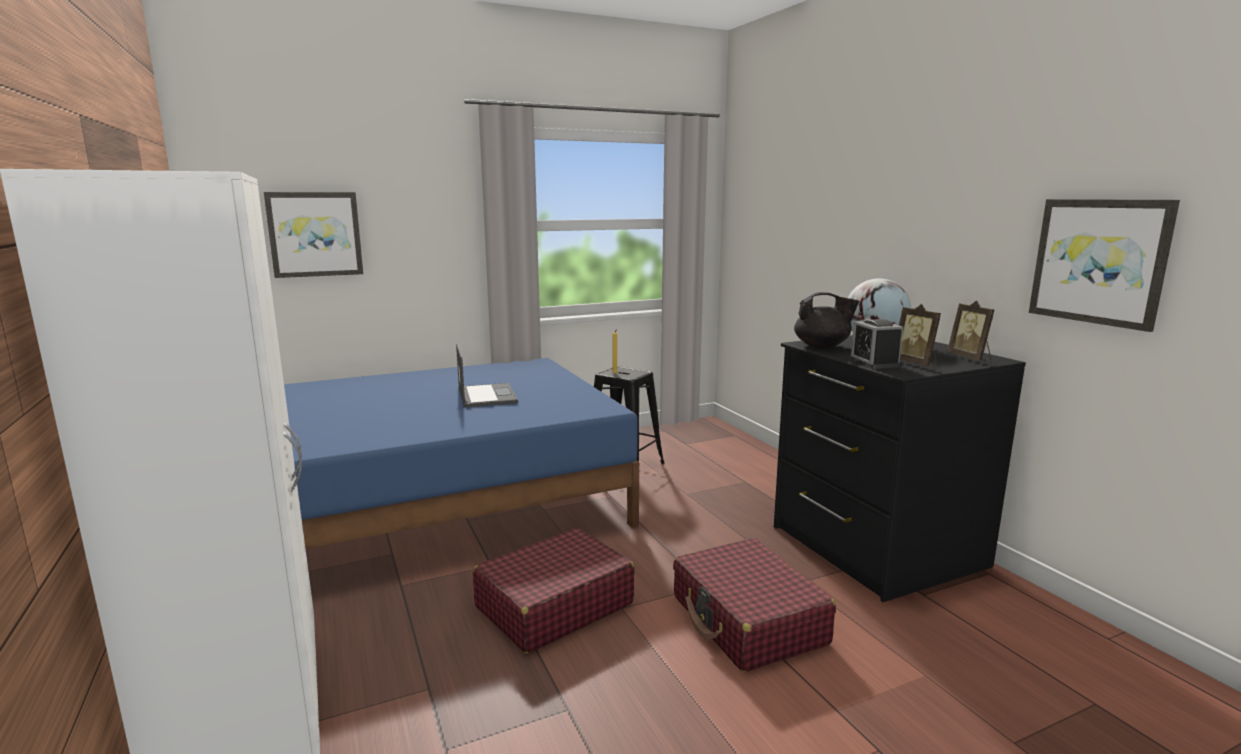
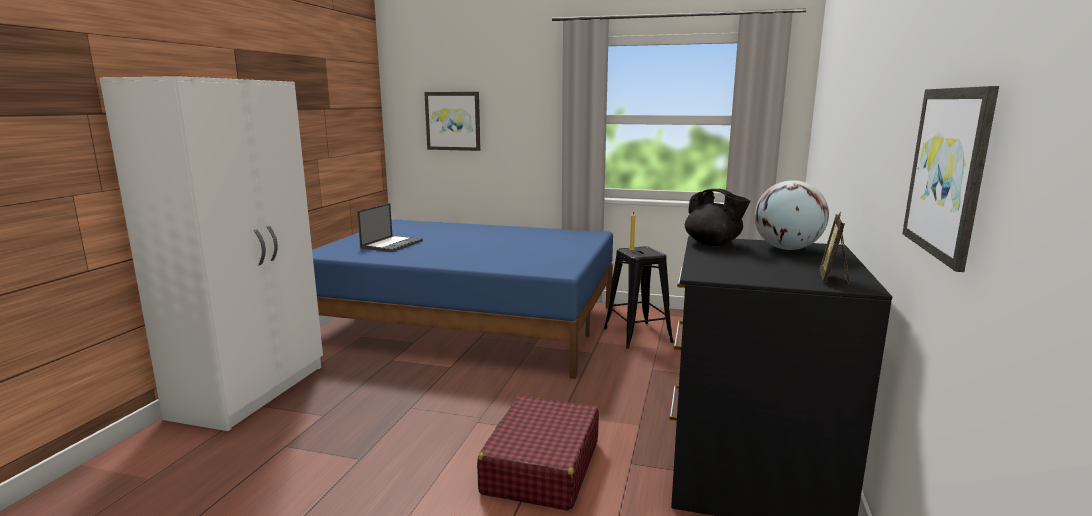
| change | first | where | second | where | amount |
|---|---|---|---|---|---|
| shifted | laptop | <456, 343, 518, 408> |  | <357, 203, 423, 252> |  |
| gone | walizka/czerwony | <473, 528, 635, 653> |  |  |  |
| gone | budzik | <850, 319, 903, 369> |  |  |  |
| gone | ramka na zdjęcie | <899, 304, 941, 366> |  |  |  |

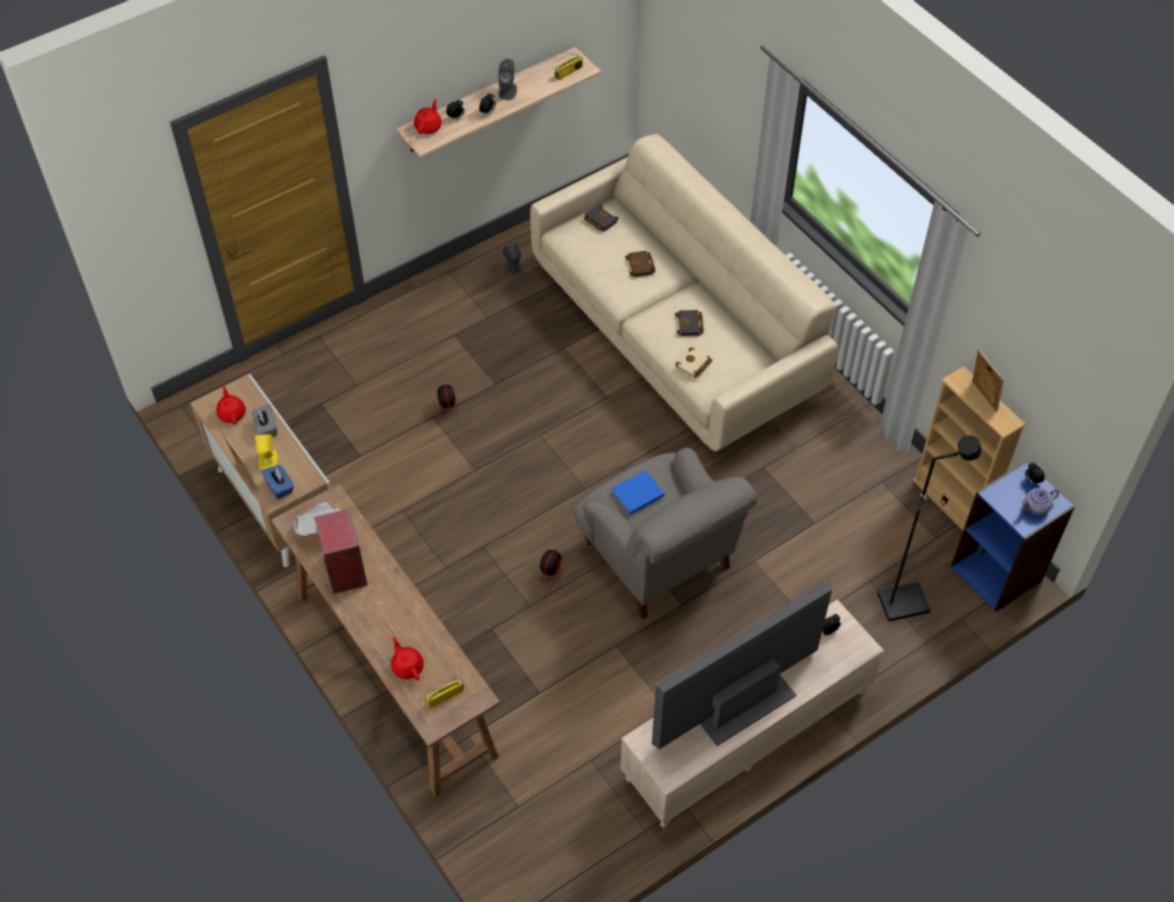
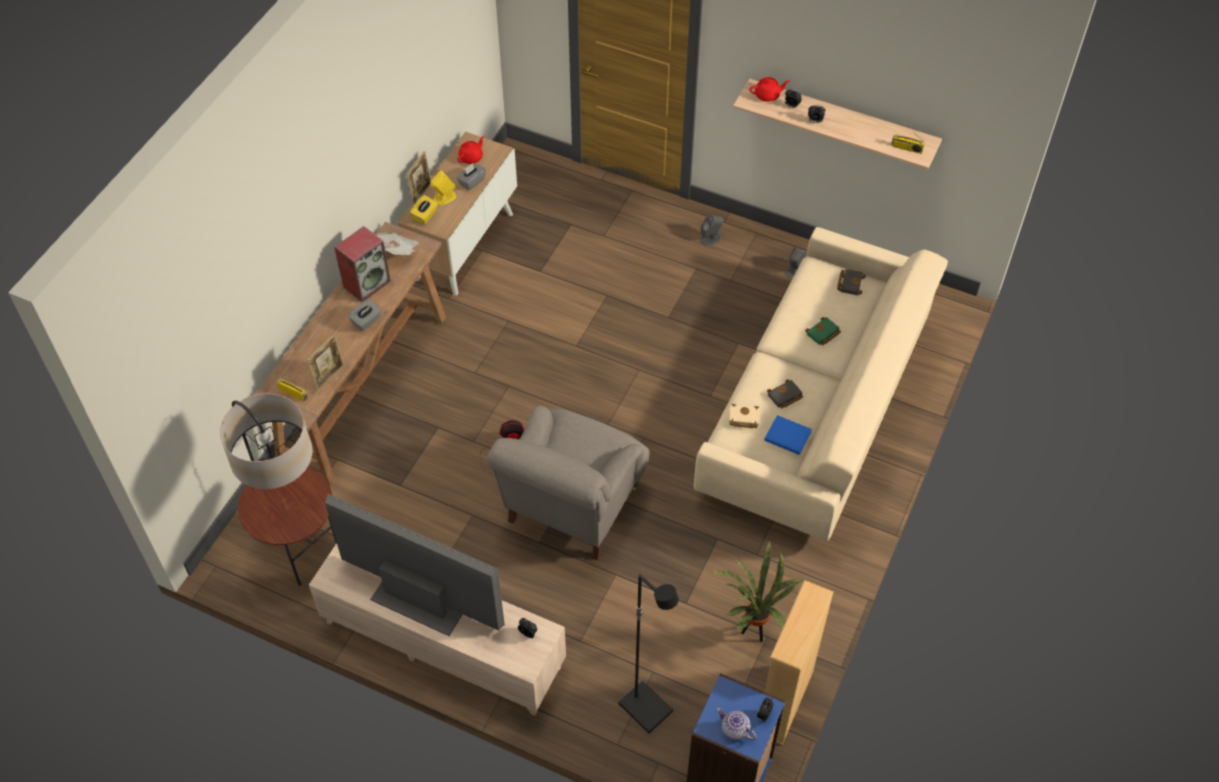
| change | first | where | second | where | amount |
|---|---|---|---|---|---|
| new |  |  | lampa stojąca | <220, 393, 337, 586> |  |
| shifted | ramka na zdjęcie | <972, 349, 1004, 412> |  | <307, 334, 344, 390> |  |
| new |  |  | pudełko chusteczek/szary | <348, 299, 381, 331> |  |
| repainted | pudełko chusteczek/niebieski | <261, 465, 294, 499> | pudełko chusteczek/żółty | <410, 195, 438, 225> |  |
| shifted | głośnik/szary | <498, 59, 517, 100> |  | <700, 214, 724, 246> |  |
| new |  |  | roślina doniczkowa | <708, 540, 804, 642> |  |
| shifted | książka/niebieski | <611, 470, 664, 515> |  | <764, 415, 812, 455> |  |
| repainted | książka/brązowy | <625, 251, 656, 277> | książka/zielony | <805, 317, 841, 345> |  |
| gone | imbryk/czerwony | <391, 636, 424, 680> |  |  |  |
| gone | wentylator | <437, 384, 504, 433> |  |  |  |

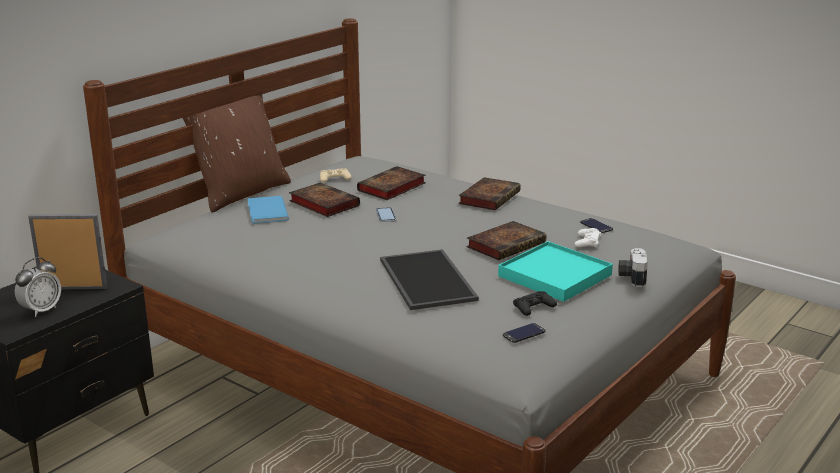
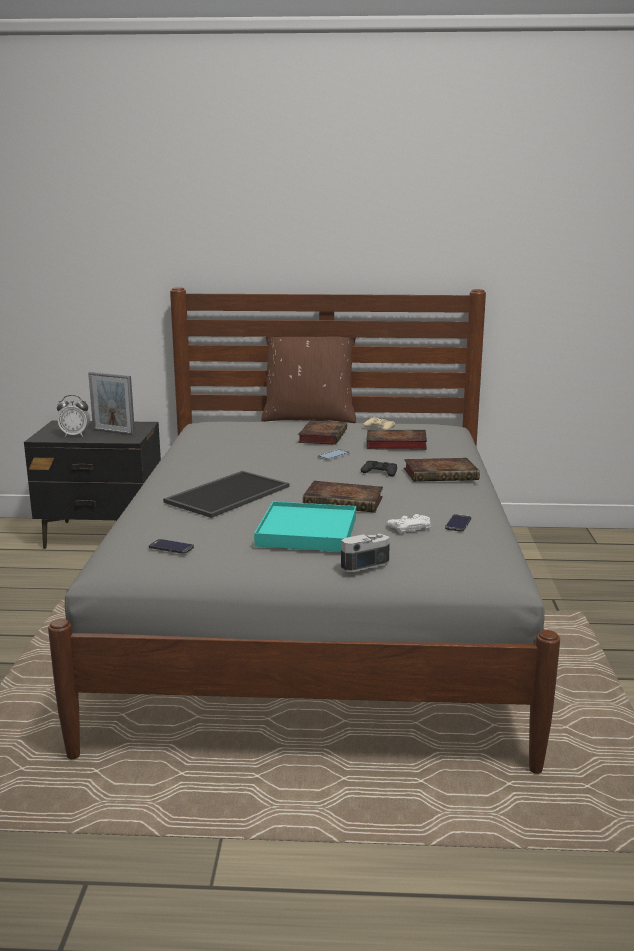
| change | first | where | second | where | amount |
|---|---|---|---|---|---|
| rotated | ramka na zdjęcie | <28, 214, 107, 290> |  | <88, 372, 135, 436> | 150 degrees clockwise |
| shifted | pad do gier/czarny | <513, 291, 557, 316> |  | <361, 461, 397, 477> |  |
| gone | książka/niebieski | <247, 196, 289, 224> |  |  |  |

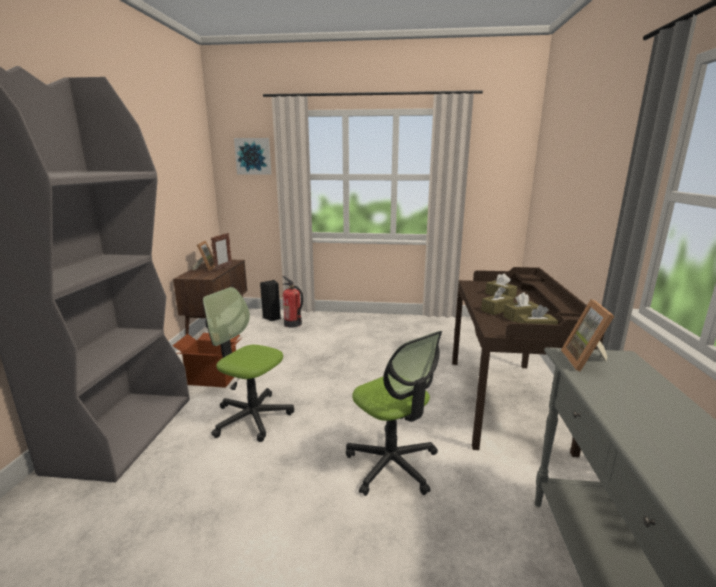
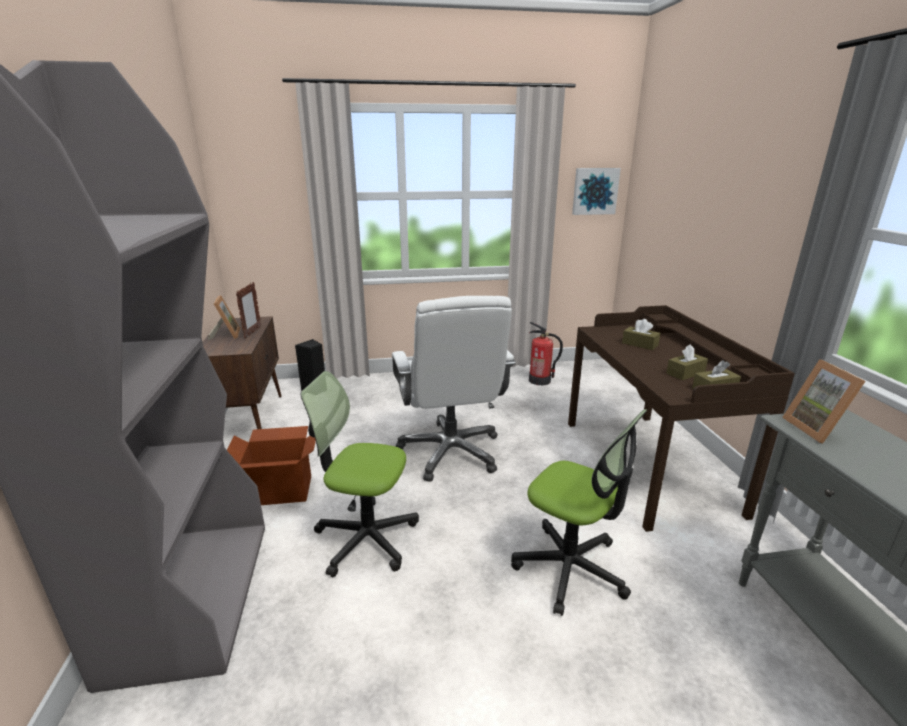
| change | first | where | second | where | amount |
|---|---|---|---|---|---|
| new |  |  | krzesło biurowe/biały | <392, 296, 516, 482> |  |
| shifted | gaśnica | <282, 276, 303, 328> |  | <529, 322, 563, 385> |  |
| shifted | obraz | <234, 138, 271, 175> |  | <572, 168, 621, 215> |  |
| gone | pudełko chusteczek/brązowy | <481, 286, 514, 315> |  |  |  |

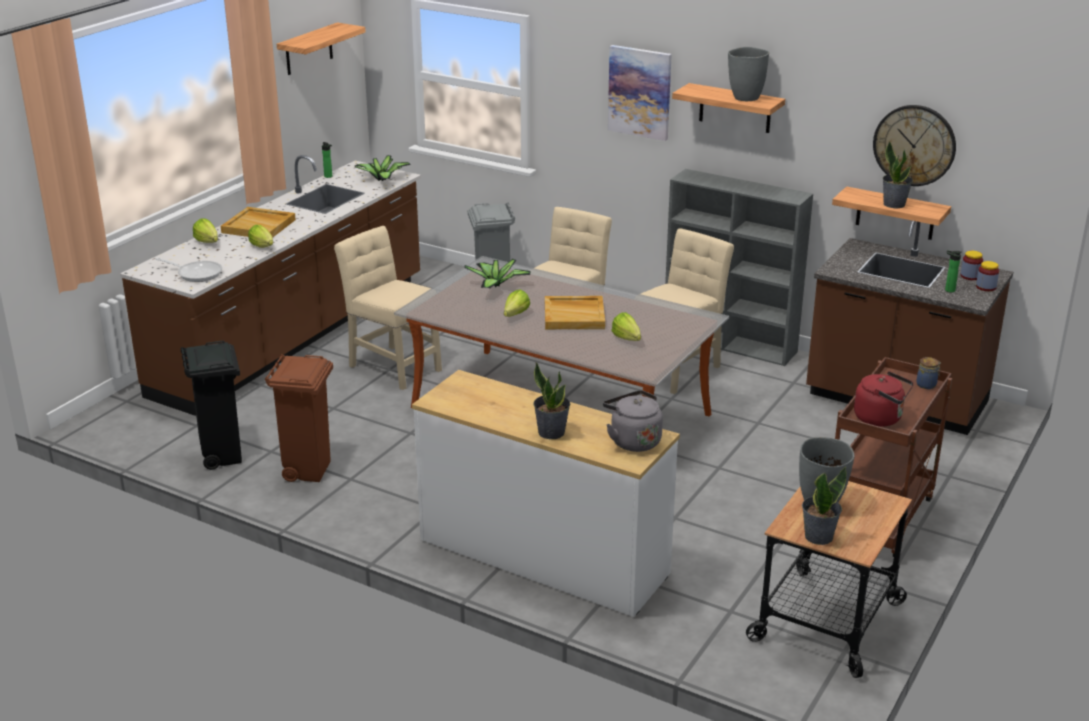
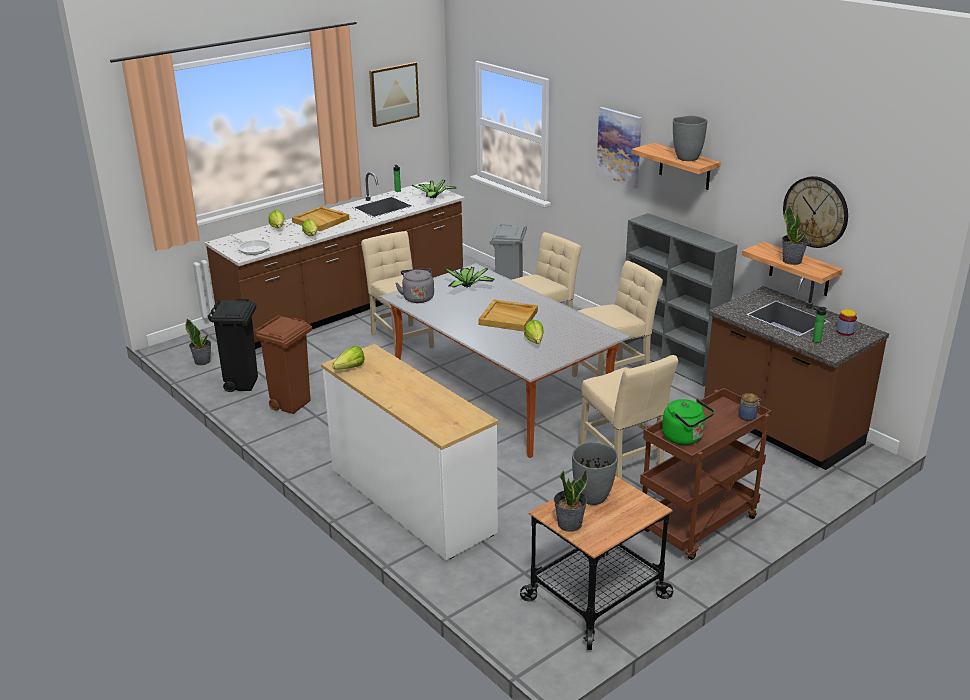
| change | first | where | second | where | amount |
|---|---|---|---|---|---|
| shifted | roślina doniczkowa | <533, 363, 570, 439> |  | <185, 319, 211, 365> |  |
| shifted | sałata | <504, 289, 530, 317> |  | <332, 346, 365, 370> |  |
| swapped | półka | <277, 22, 366, 75> | obraz | <369, 62, 420, 127> |  |
| shifted | czajnik/szary | <603, 390, 663, 452> |  | <396, 268, 434, 303> |  |
| new |  |  | krzesło/beżowy | <579, 355, 678, 479> |  |
| repainted | czajnik/czerwony | <854, 371, 914, 427> | czajnik/zielony | <662, 399, 715, 445> |  |
| gone | słoik | <976, 261, 999, 291> |  |  |  |

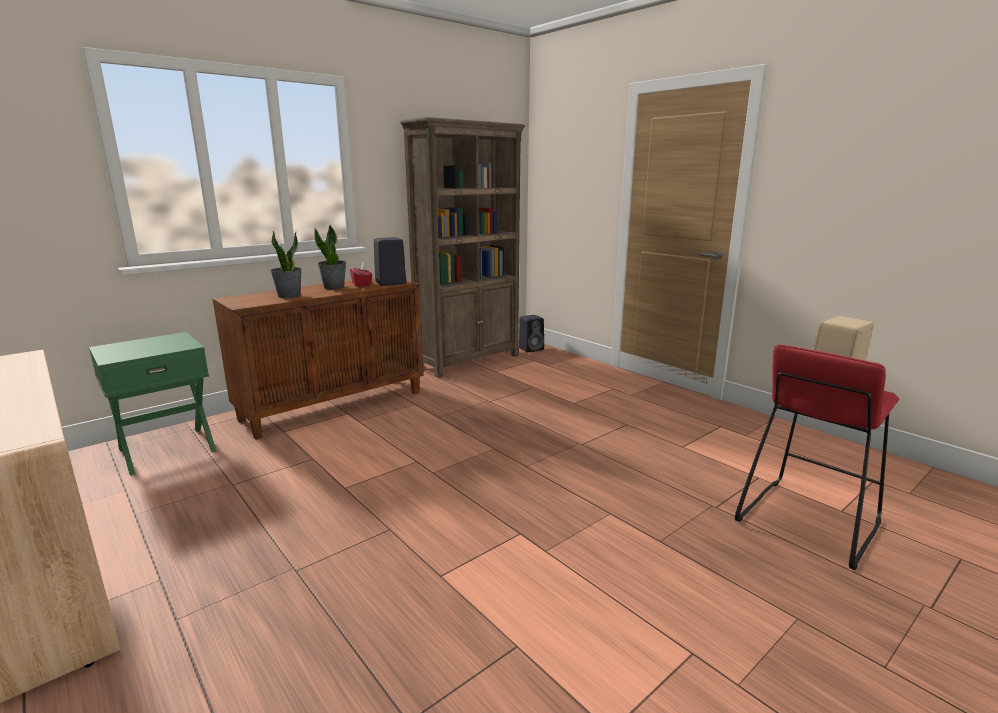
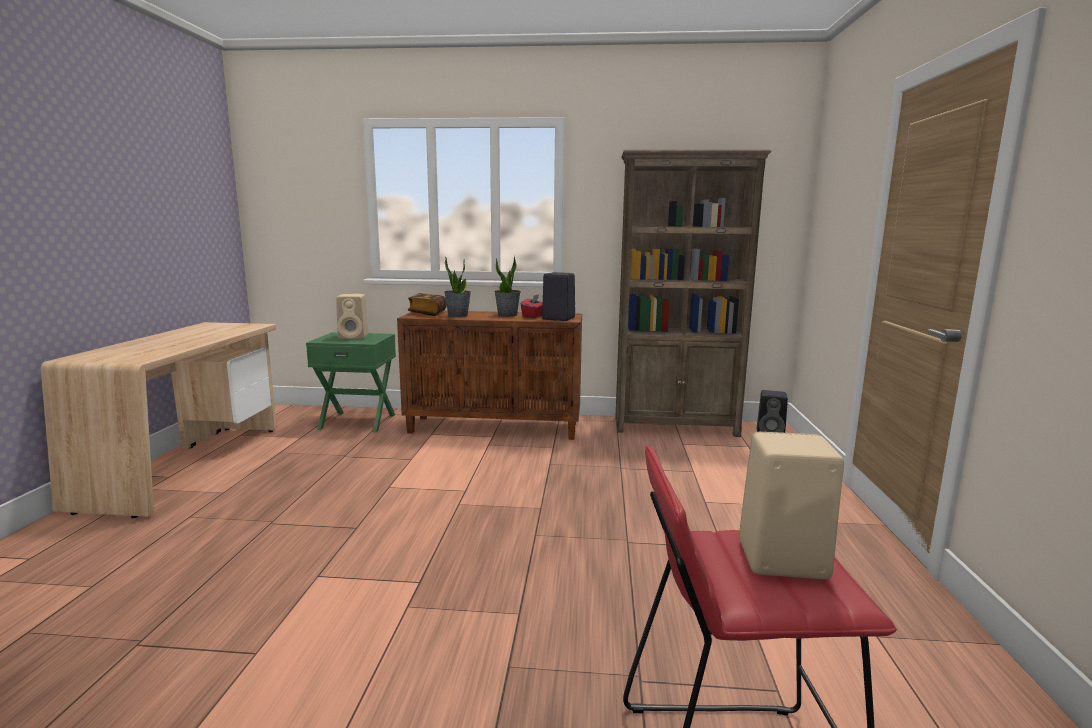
| change | first | where | second | where | amount |
|---|---|---|---|---|---|
| new |  |  | głośnik/beżowy | <336, 294, 368, 339> |  |
| new |  |  | książka | <408, 293, 447, 316> |  |

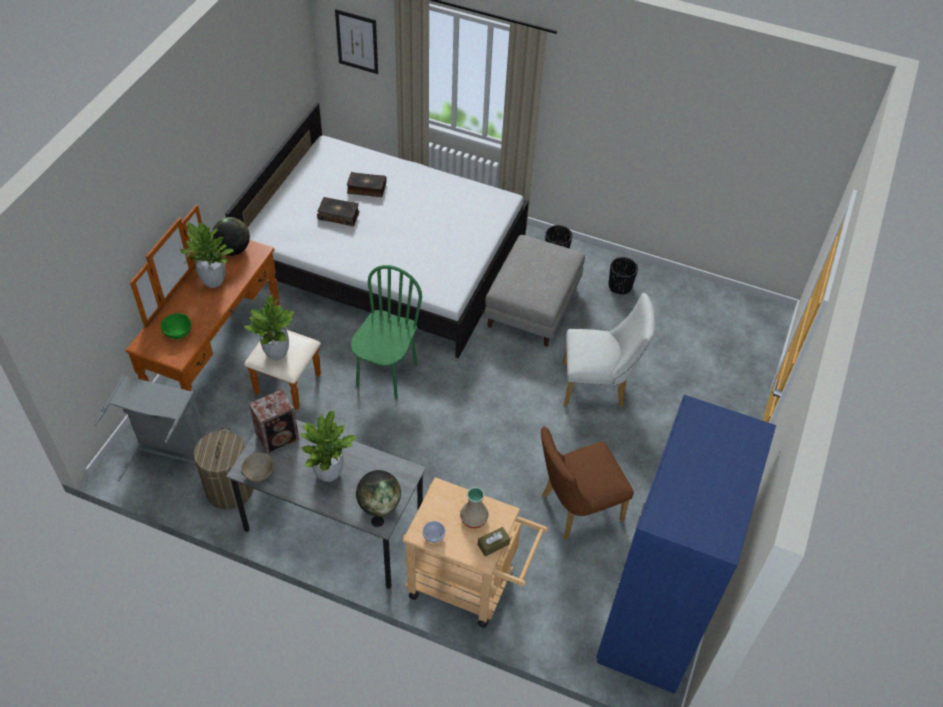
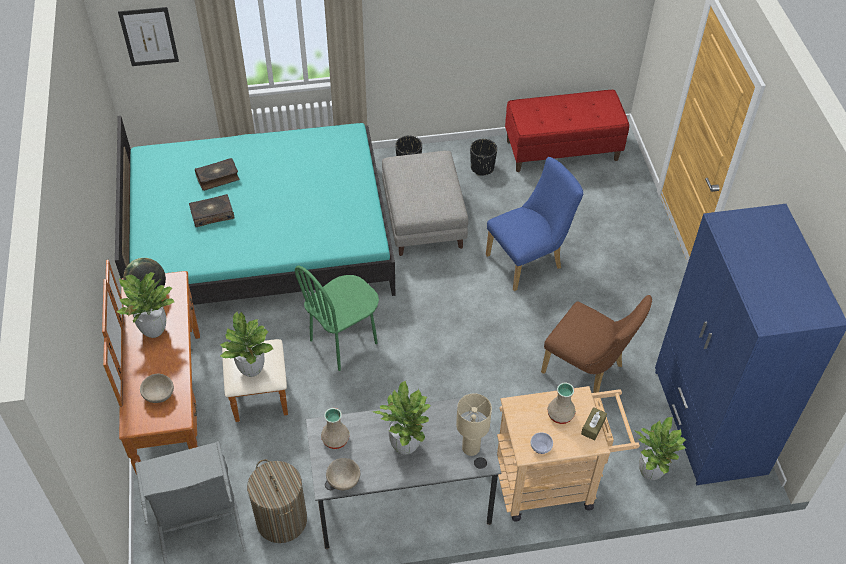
| change | first | where | second | where | amount |
|---|---|---|---|---|---|
| repainted | łóżko/biały | <225, 102, 529, 358> | łóżko/turkusowy | <115, 116, 396, 305> |  |
| repainted | miska/zielony | <161, 313, 191, 339> | miska/beżowy | <140, 374, 174, 403> |  |
| rotated | krzesło/zielony | <351, 265, 422, 400> |  | <295, 266, 379, 371> | 120 degrees counterclockwise |
| swapped | głośnik | <249, 389, 299, 454> | wazon/beżowy | <321, 408, 349, 449> |  |
| swapped | globus | <356, 470, 401, 516> | lampa stołowa/beżowy | <456, 393, 492, 456> |  |
| repainted | krzesło/biały | <563, 293, 655, 407> | krzesło/niebieski | <486, 157, 583, 291> |  |
| new |  |  | ławka/czerwony | <505, 90, 629, 172> |  |
| rotated | krzesło/brązowy | <541, 426, 634, 539> |  | <541, 295, 652, 393> | 90 degrees counterclockwise |
| new |  |  | roślina doniczkowa | <634, 417, 686, 480> |  |

